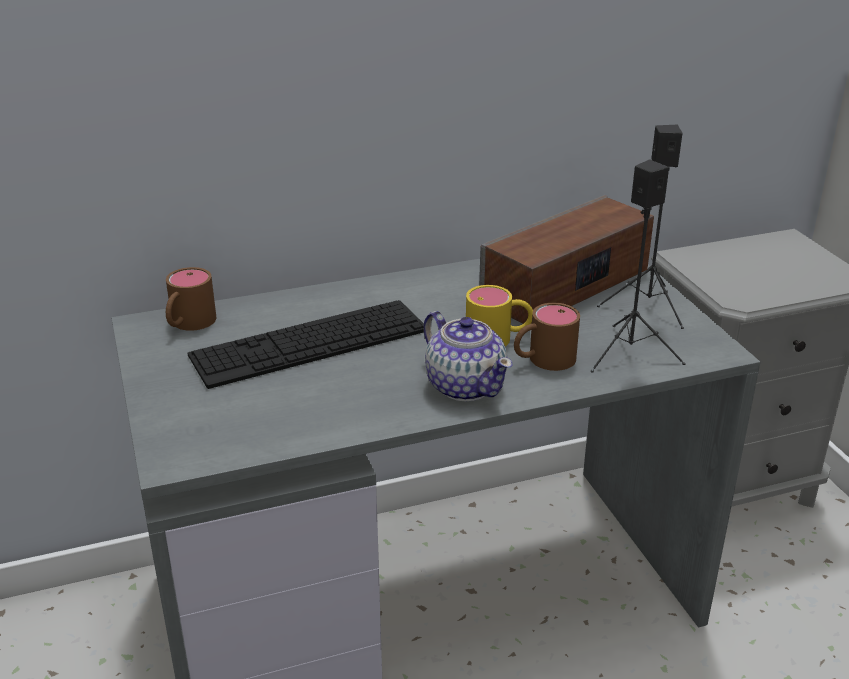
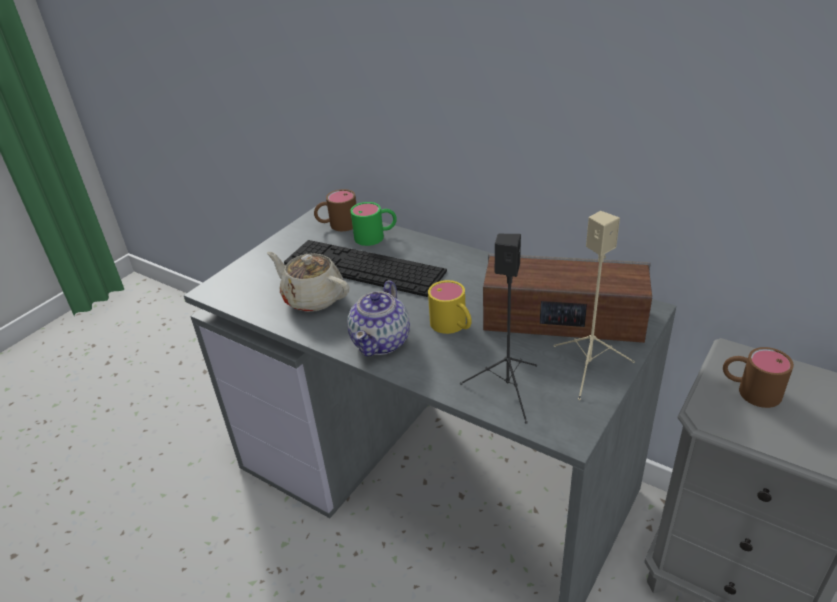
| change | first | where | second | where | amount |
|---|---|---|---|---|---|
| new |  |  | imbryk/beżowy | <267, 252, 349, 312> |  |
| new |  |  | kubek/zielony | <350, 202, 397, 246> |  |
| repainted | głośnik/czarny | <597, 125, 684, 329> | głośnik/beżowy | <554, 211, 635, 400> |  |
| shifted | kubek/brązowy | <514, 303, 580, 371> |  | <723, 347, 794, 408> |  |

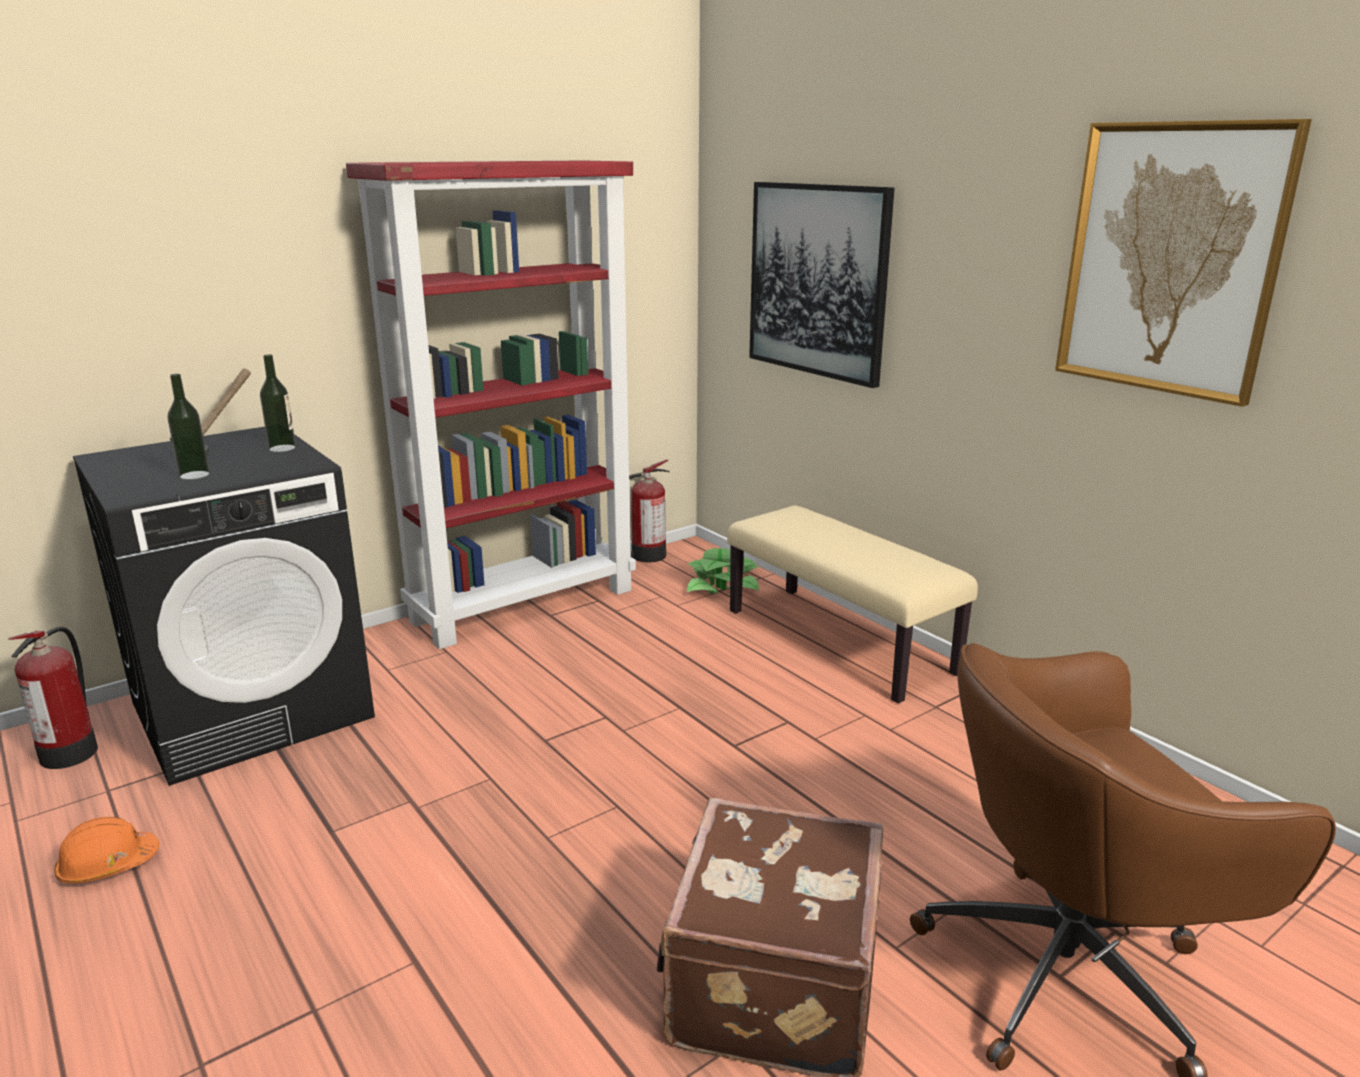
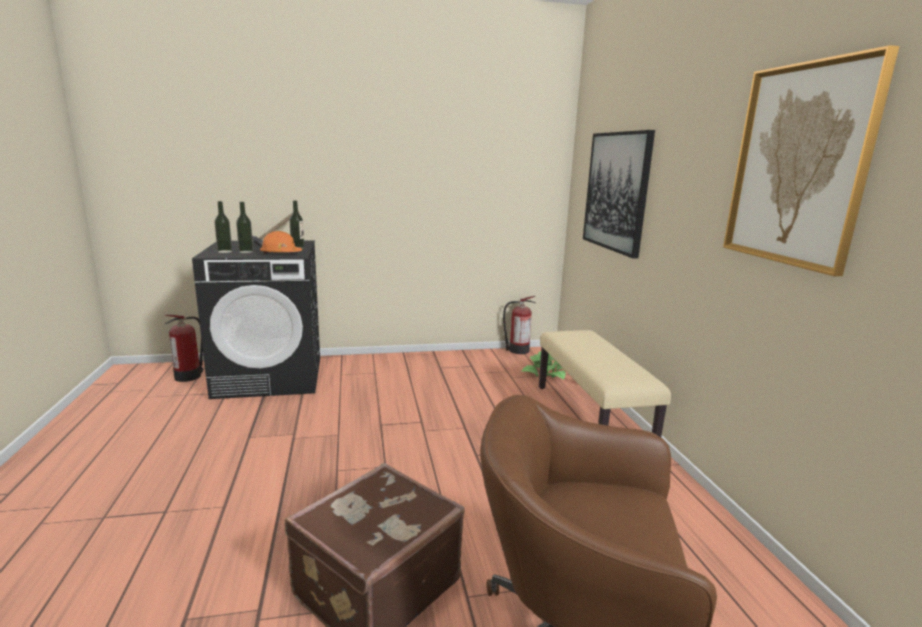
| change | first | where | second | where | amount |
|---|---|---|---|---|---|
| new |  |  | butelka | <214, 201, 232, 253> |  |
| shifted | kask/pomarańczowy | <54, 817, 159, 883> |  | <260, 231, 302, 254> |  |
| gone | regał/czerwony | <346, 160, 636, 649> |  |  |  |

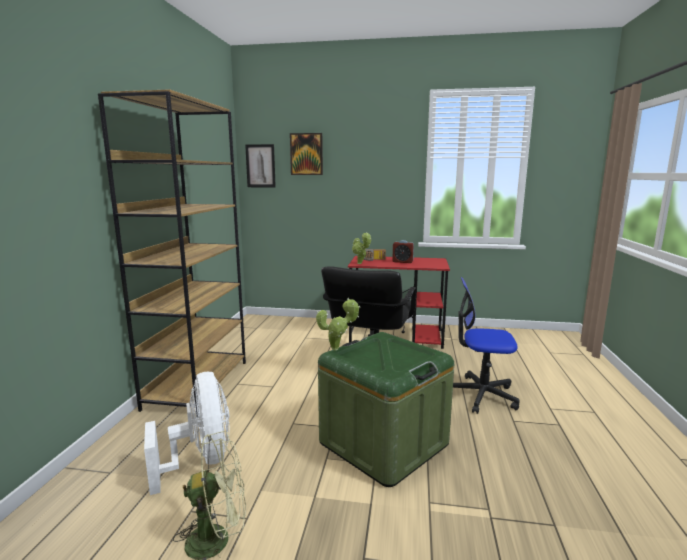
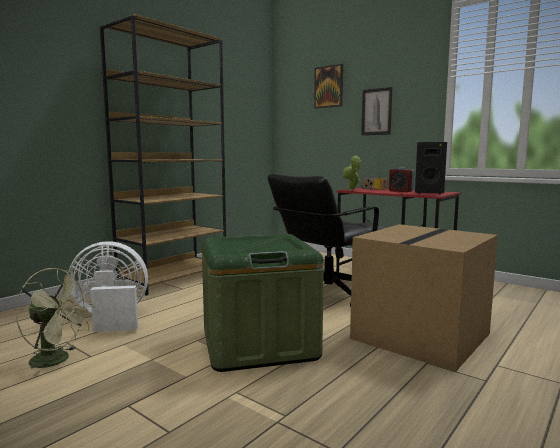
| change | first | where | second | where | amount |
|---|---|---|---|---|---|
| rotated | wentylator/biały | <144, 372, 230, 495> |  | <69, 241, 148, 332> | 105 degrees counterclockwise |
| swapped | krzesło biurowe | <453, 277, 520, 414> | karton | <350, 224, 498, 372> |  |
| shifted | obraz | <245, 144, 276, 188> |  | <361, 87, 393, 135> |  |
| new |  |  | głośnik/czarny | <415, 142, 447, 194> |  |
| gone | roślina doniczkowa | <316, 298, 361, 350> |  |  |  |

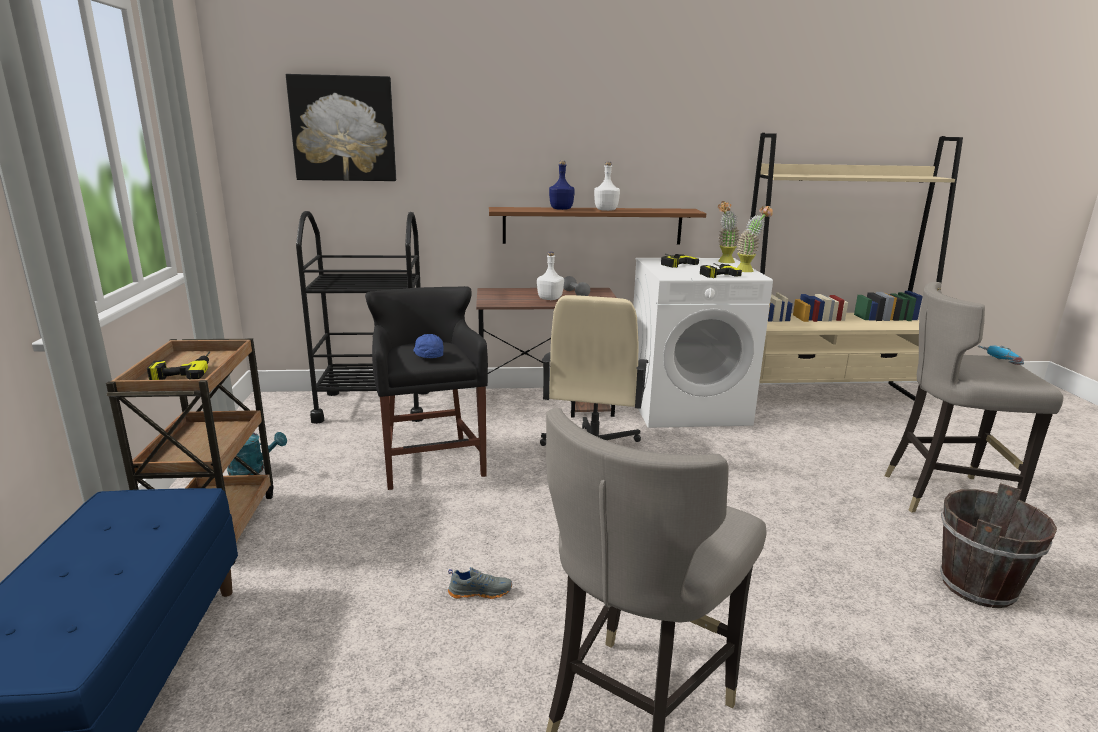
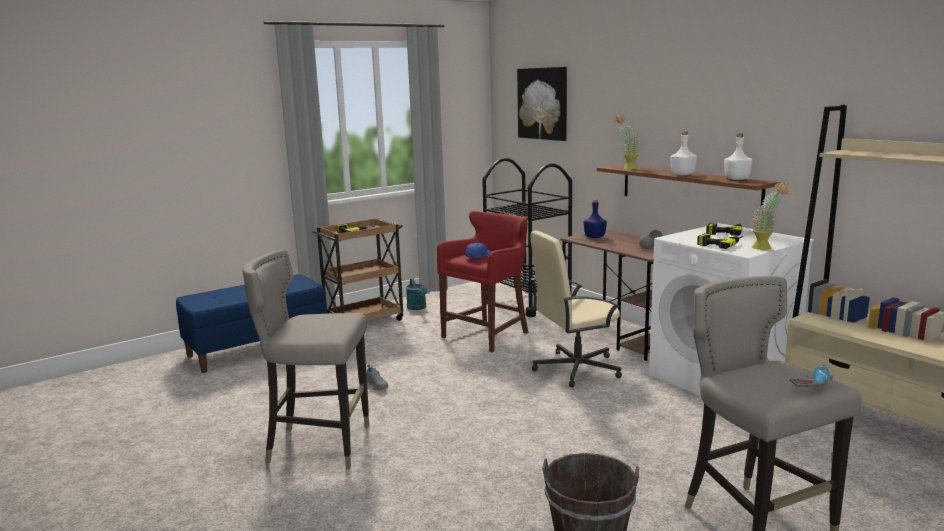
| change | first | where | second | where | amount |
|---|---|---|---|---|---|
| repainted | stołek/czarny | <365, 286, 488, 490> | stołek/czerwony | <437, 211, 529, 352> |  |
| shifted | butelka/niebieski | <549, 161, 575, 210> |  | <584, 199, 607, 238> |  |
| shifted | roślina doniczkowa | <718, 201, 740, 263> |  | <614, 115, 640, 169> |  |
| shifted | butelka/biały | <537, 252, 564, 300> |  | <724, 133, 753, 180> |  |

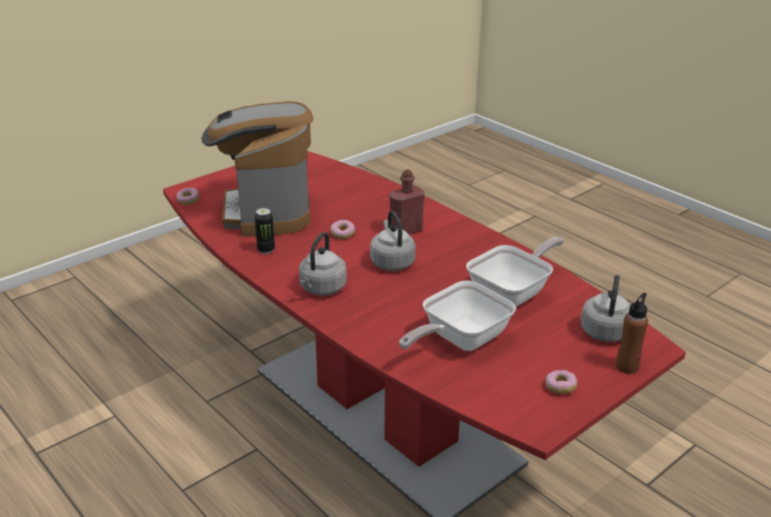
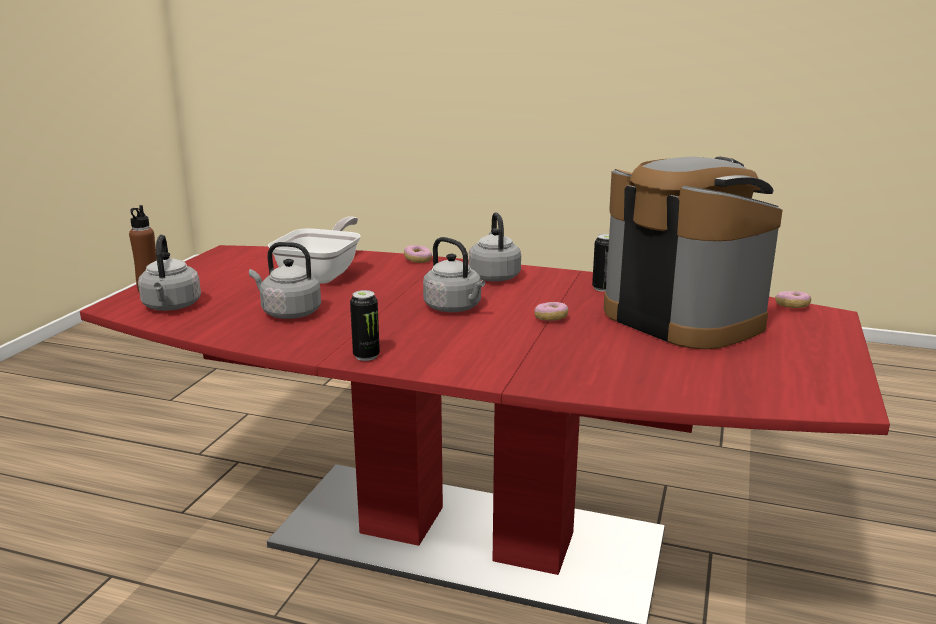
| change | first | where | second | where | amount |
|---|---|---|---|---|---|
| swapped | patelnia | <466, 237, 564, 307> | czajnik/szary | <249, 242, 321, 319> |  |
| new |  |  | puszka | <350, 290, 380, 361> |  |
| shifted | donut | <545, 370, 577, 394> |  | <404, 245, 432, 263> |  |
| gone | butelka/czerwony | <389, 170, 425, 234> |  |  |  |

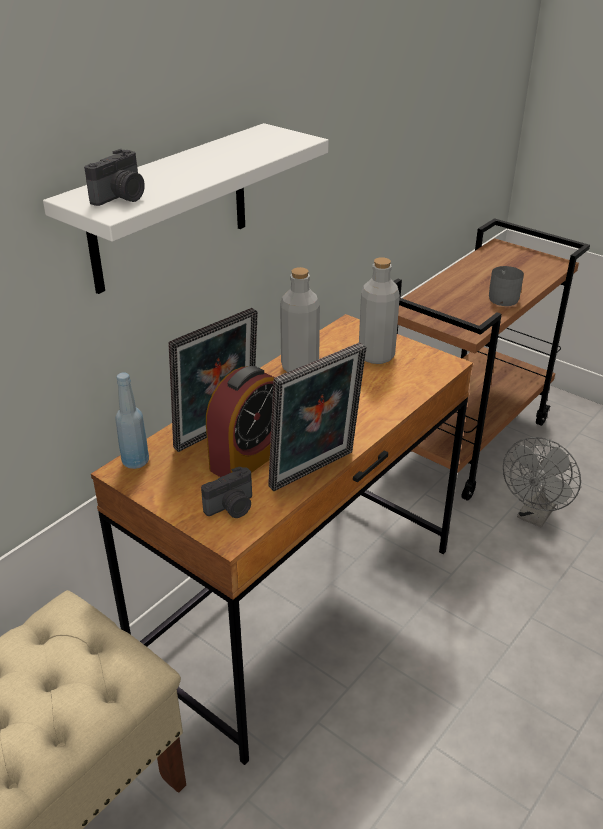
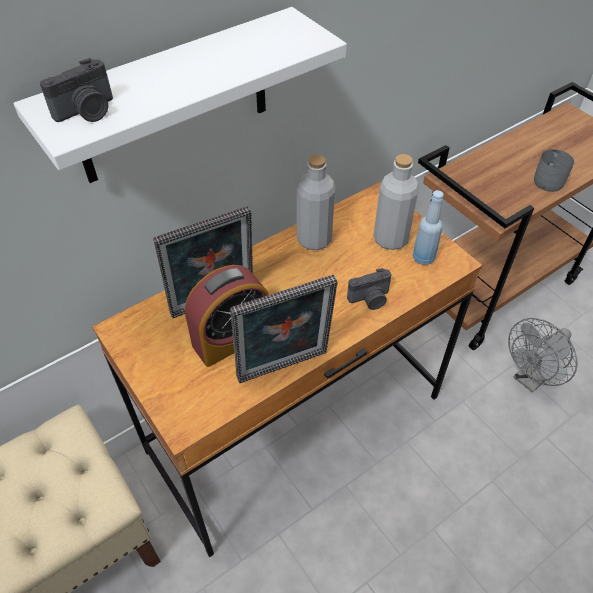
| change | first | where | second | where | amount |
|---|---|---|---|---|---|
| shifted | aparat fotograficzny | <201, 466, 252, 518> |  | <347, 268, 391, 310> |  |
| shifted | butelka/niebieski | <115, 373, 149, 469> |  | <413, 190, 444, 265> |  |

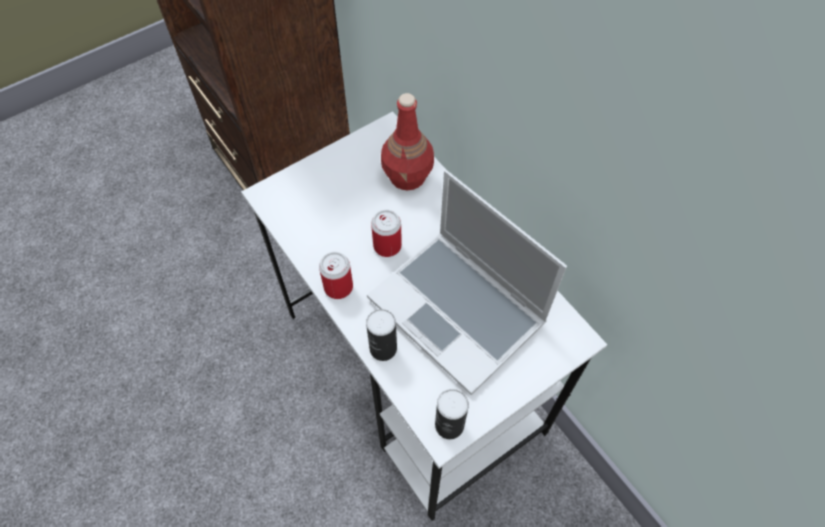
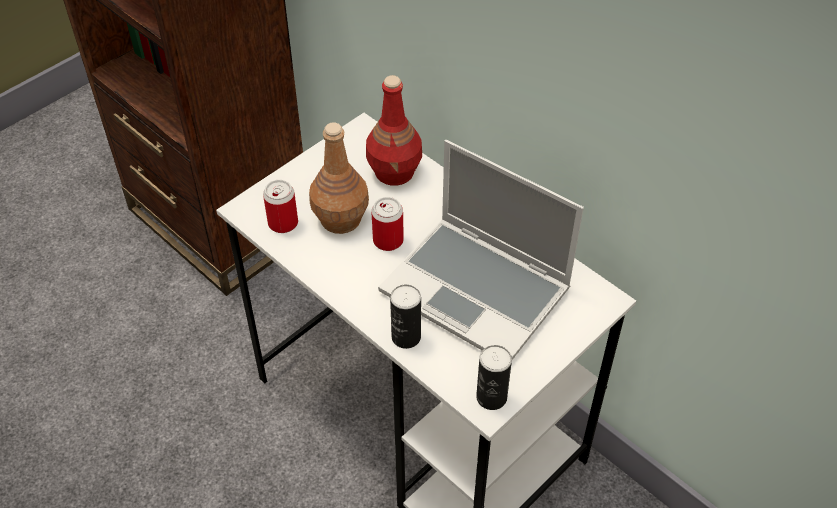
| change | first | where | second | where | amount |
|---|---|---|---|---|---|
| shifted | puszka | <319, 252, 353, 299> |  | <263, 180, 298, 233> |  |
| new |  |  | butelka/brązowy | <309, 122, 369, 234> |  |

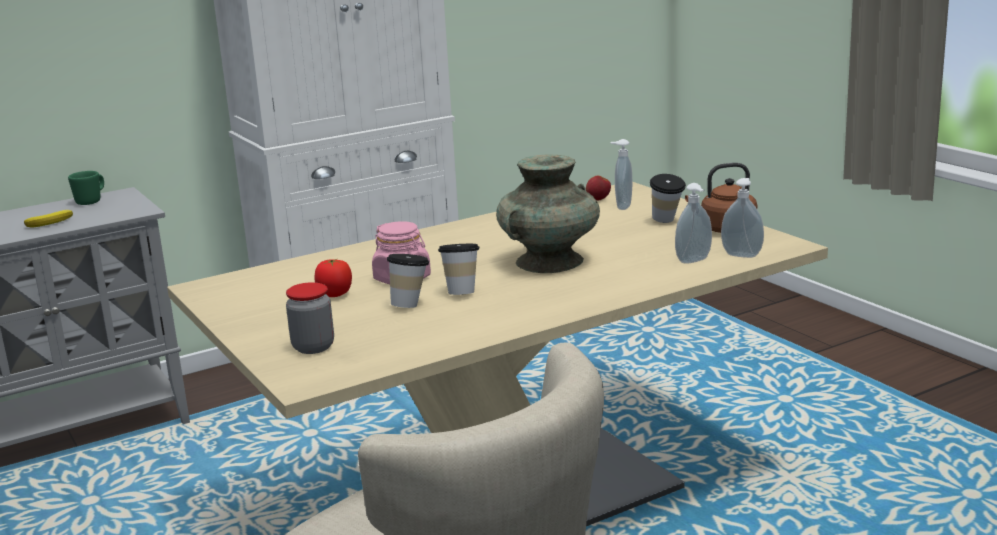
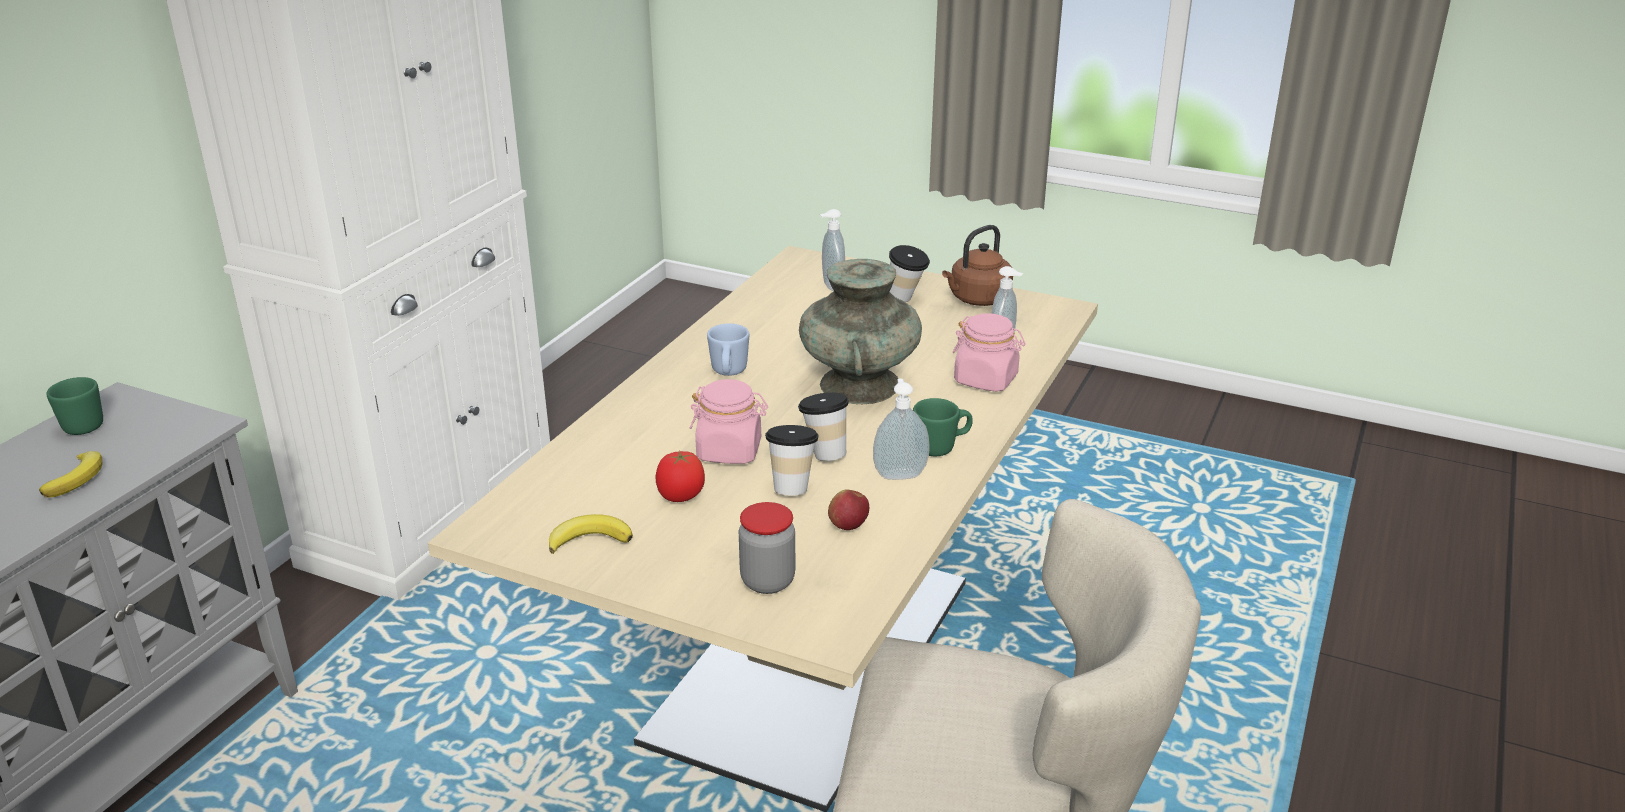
| change | first | where | second | where | amount |
|---|---|---|---|---|---|
| new |  |  | banan | <549, 514, 633, 554> |  |
| new |  |  | kubek/niebieski | <707, 323, 749, 376> |  |
| shifted | jabłko | <586, 176, 611, 201> |  | <828, 489, 869, 530> |  |
| shifted | dozownik mydła | <721, 178, 764, 258> |  | <873, 378, 930, 480> |  |
| new |  |  | kubek/zielony | <913, 398, 973, 456> |  |
| new |  |  | słoik/różowy | <953, 313, 1026, 392> |  |

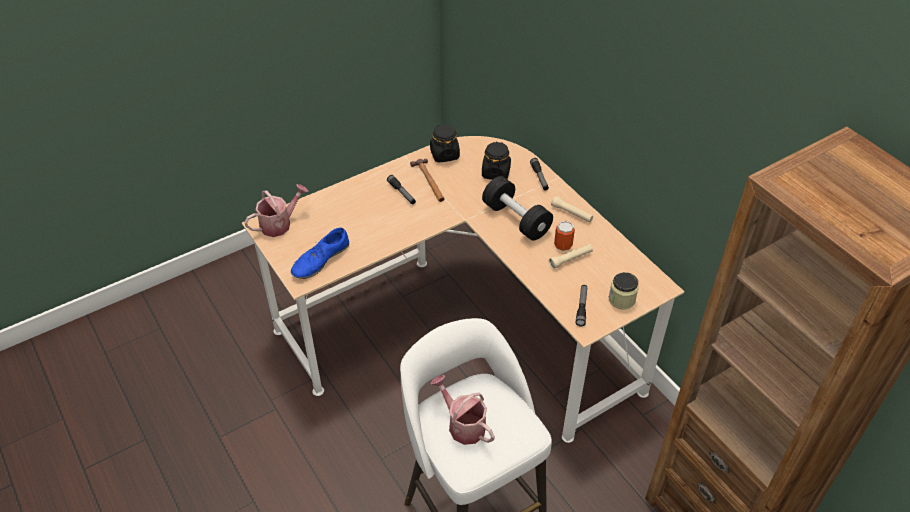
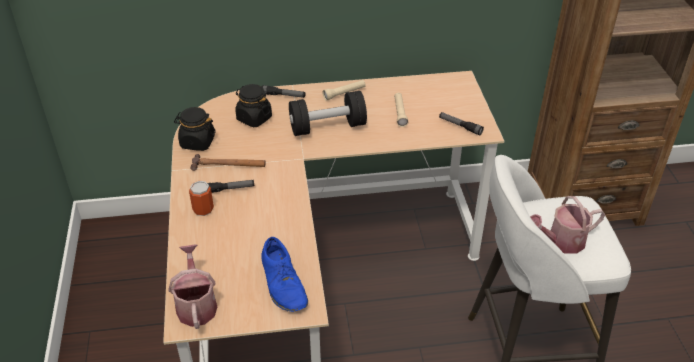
| change | first | where | second | where | amount |
|---|---|---|---|---|---|
| shifted | puszka | <554, 221, 575, 251> |  | <189, 181, 214, 216> |  |
| gone | słoik | <609, 272, 639, 310> |  |  |  |

